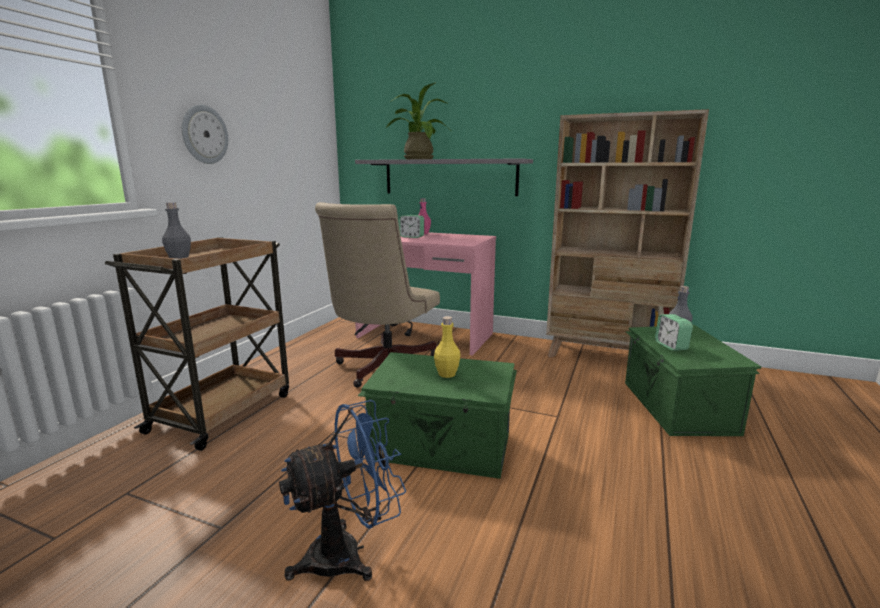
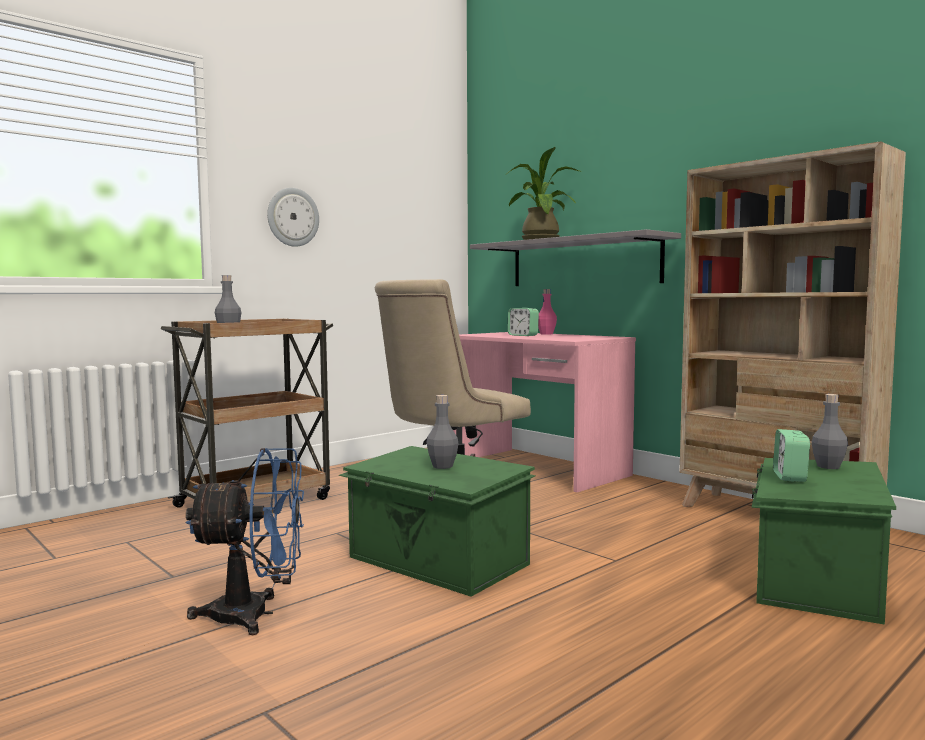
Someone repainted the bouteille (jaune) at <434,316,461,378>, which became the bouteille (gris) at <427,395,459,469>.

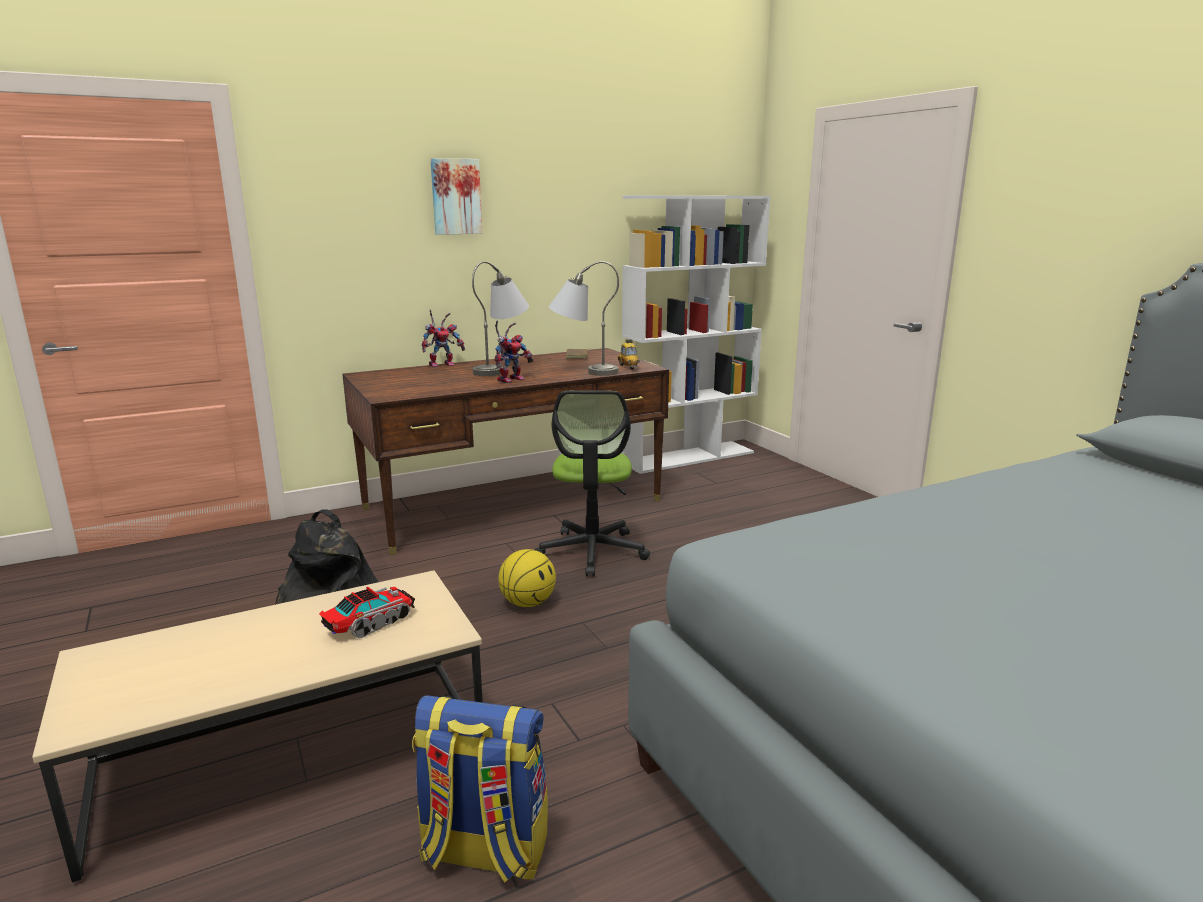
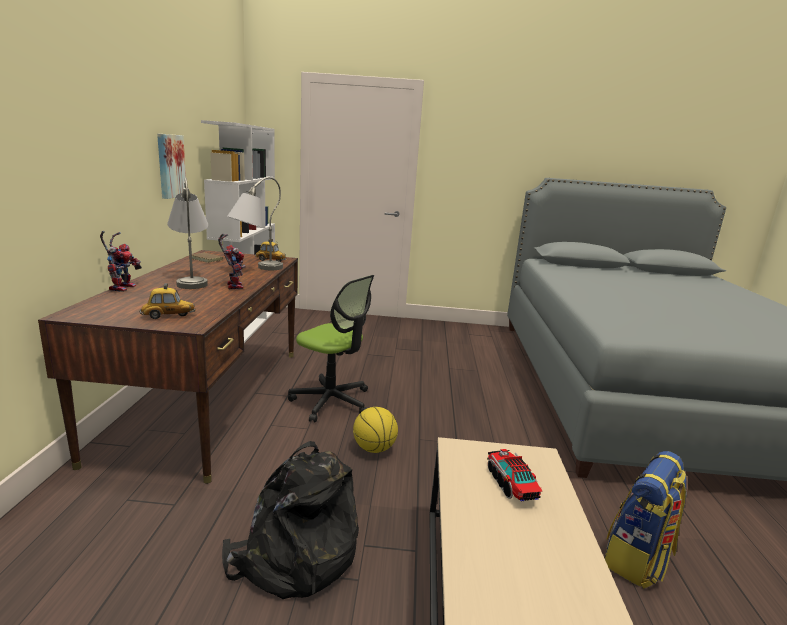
Someone put down the petite voiture at <140,283,195,319>.
Someone carried the tableau from <430,158,482,235> to <157,134,186,199>.

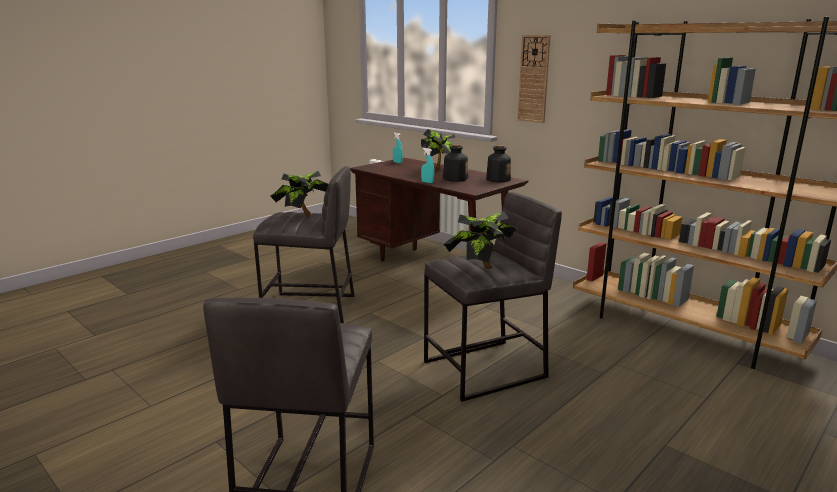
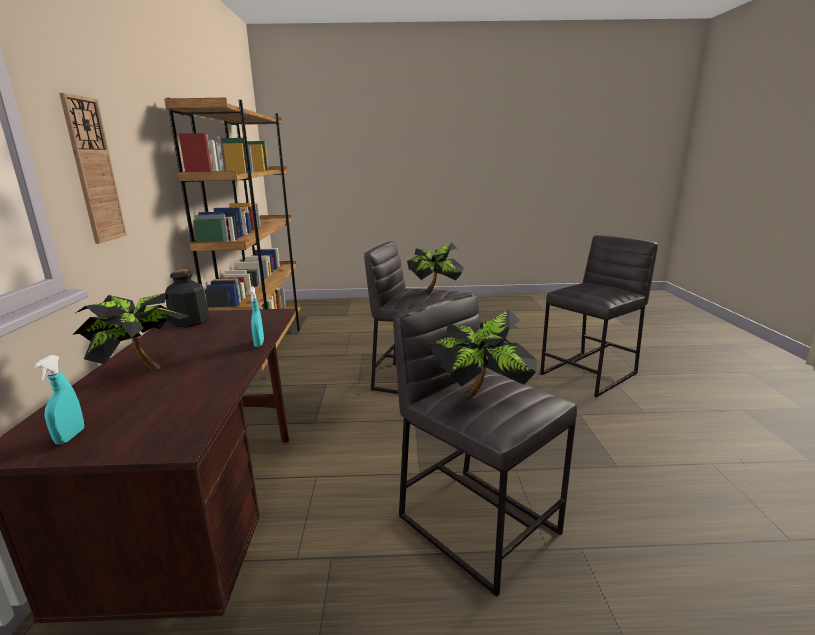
Someone took away the bouteille at <443,144,468,182>.

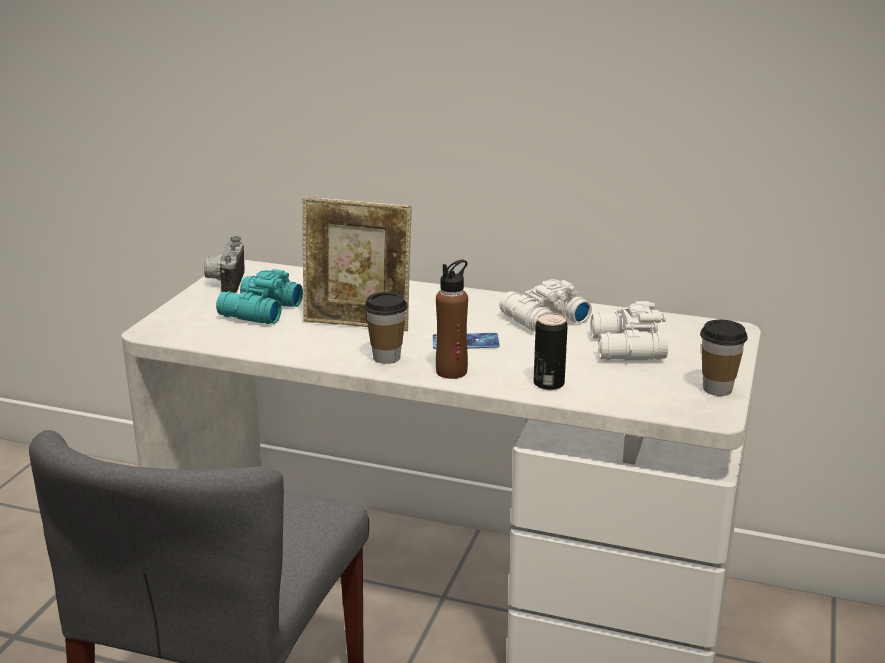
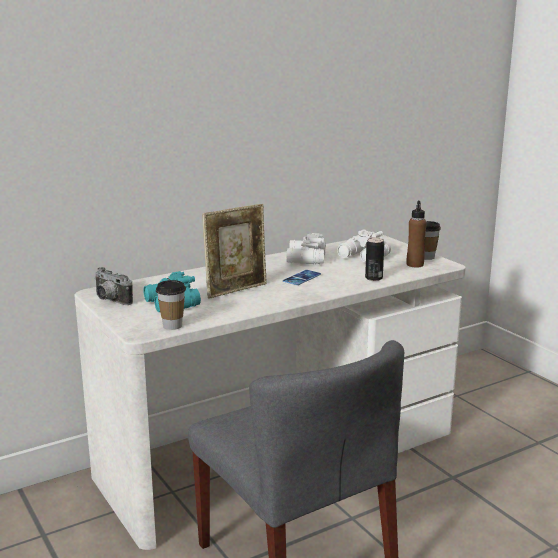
Someone carried the tasse from <364,292,408,364> to <156,280,186,330>.
Someone carried the bouteille (marron) from <436,259,468,379> to <406,201,427,267>.

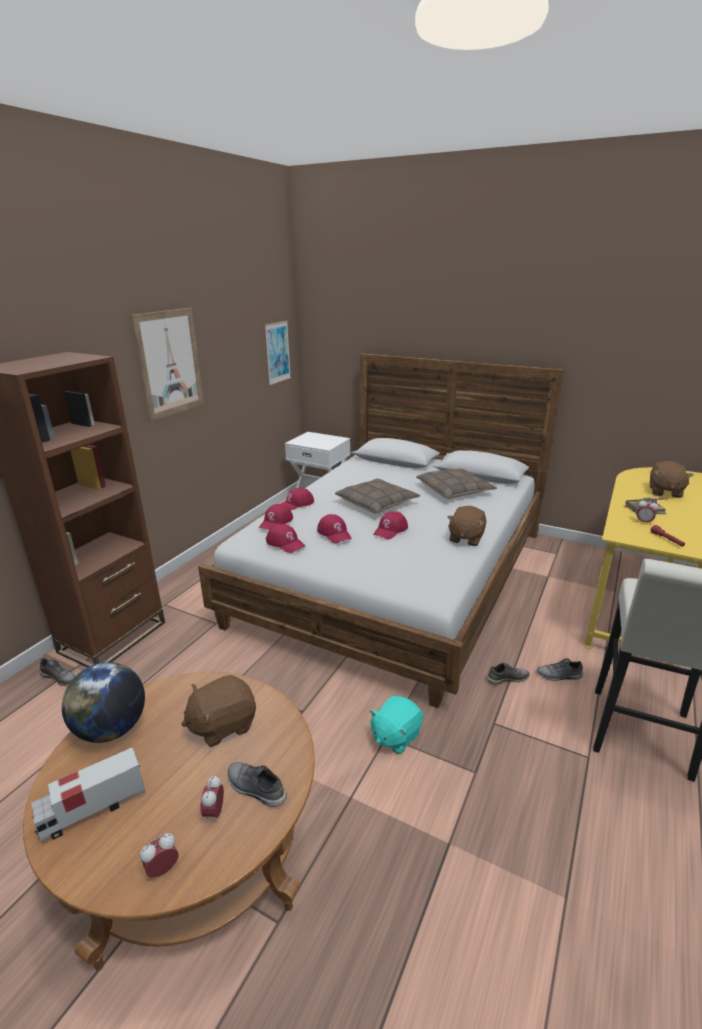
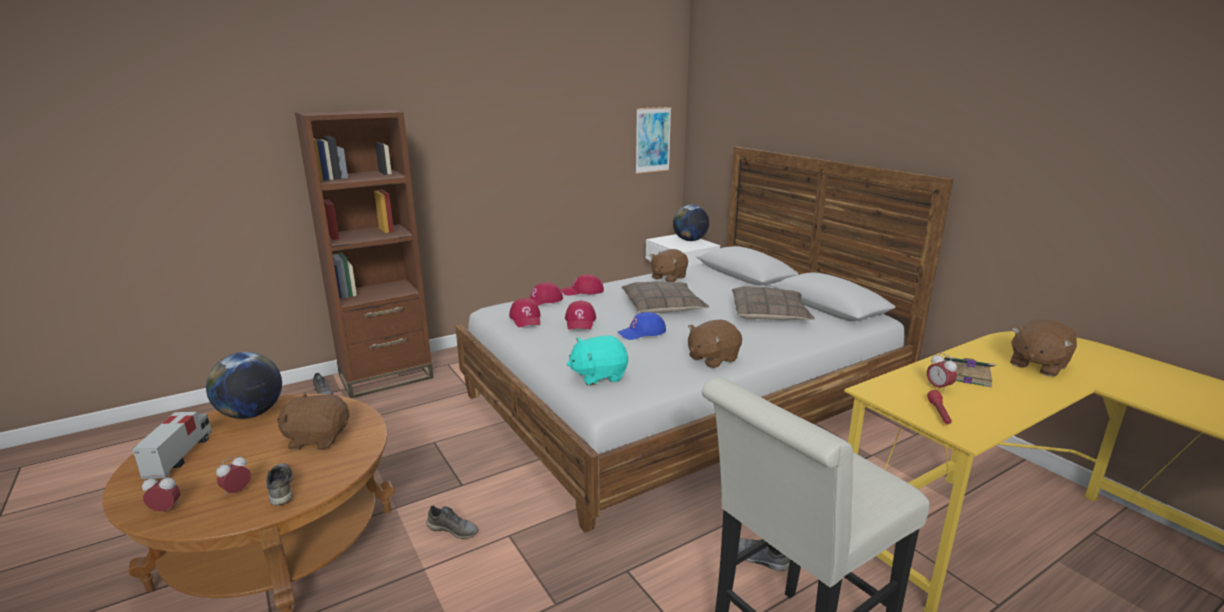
Someone took away the tableau at <130,308,204,422>.
Someone put down the peluche (marron) at <650,249,688,282>.
Someone put down the globe at <673,205,709,241>.
Someone carried the peluche (turquoise) from <370,696,423,754> to <567,335,628,386>.
Someone carried the chaussure (gris) from <486,663,530,685> to <426,506,478,539>.
Someone repainted the casquette (rouge) at <373,511,408,539>, which became the casquette (bleu) at <618,312,666,340>.
Someone rotated the camion jouet at <31,748,145,842> by 90 degrees clockwise.

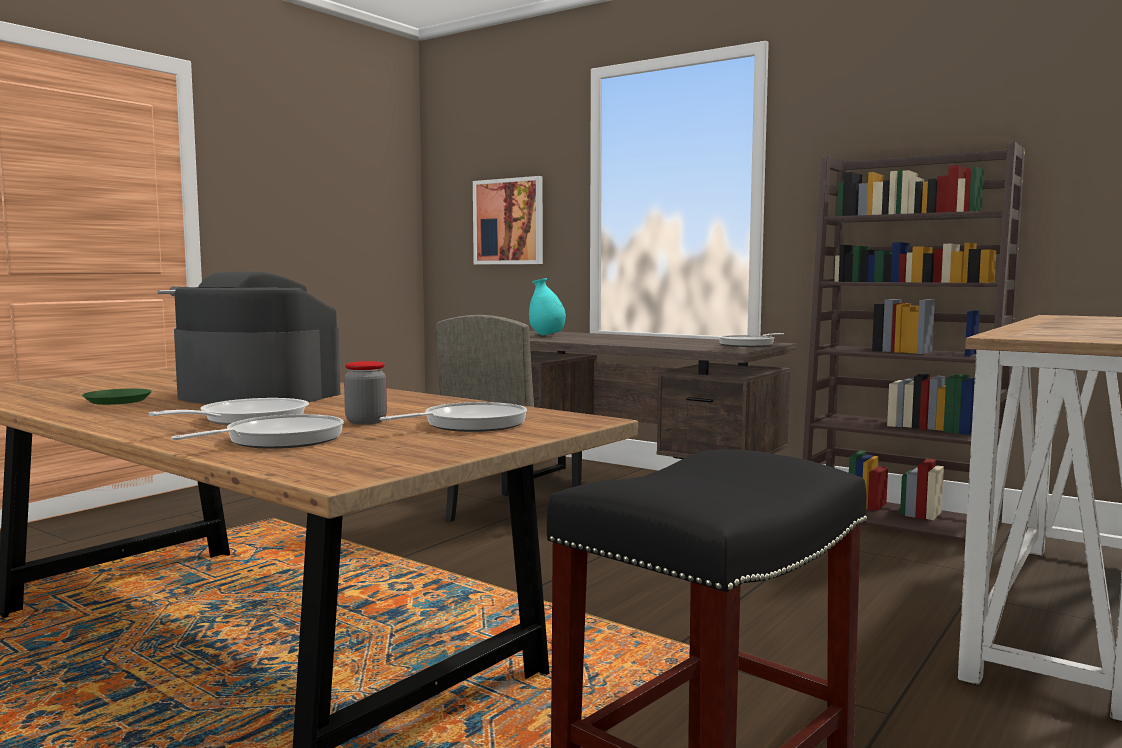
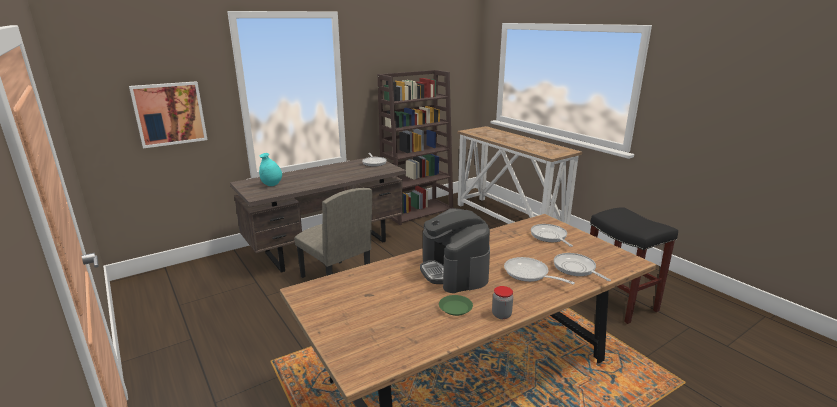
Someone carried the bocal from <344,361,387,425> to <492,286,513,319>.
Someone rotated the machine à café at <174,272,341,404> by 60 degrees counterclockwise.

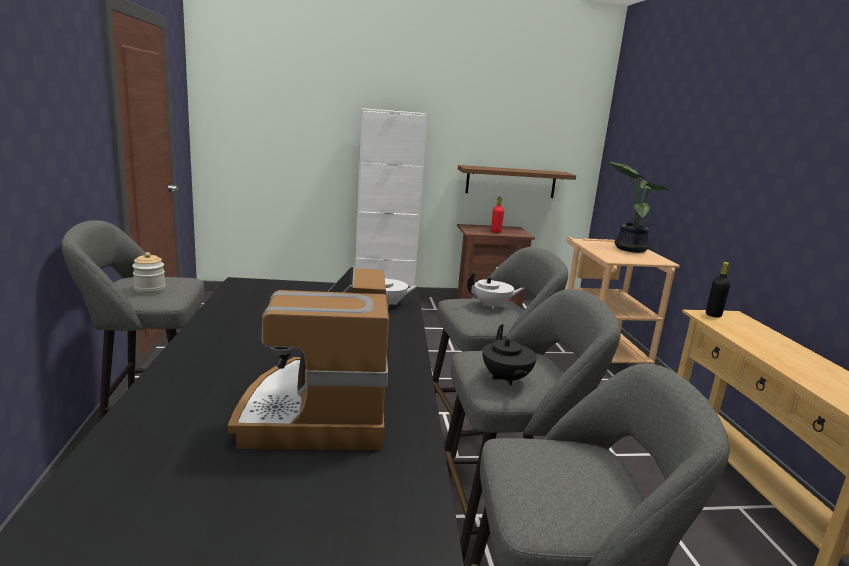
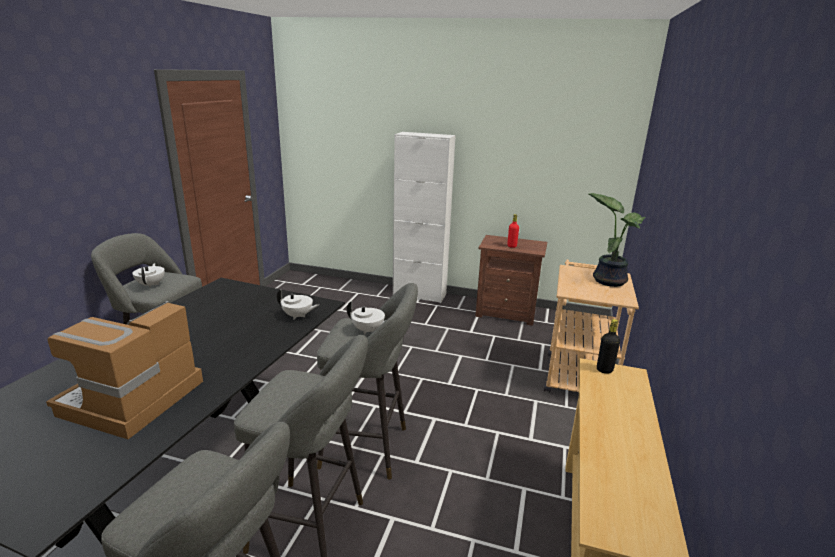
Someone took away the étagère (marron) at <458,165,576,198>.
Someone took away the théière (noir) at <483,324,537,386>.
Someone swapped the bocal at <132,252,166,294> for the théière (blanc) at <132,263,165,288>.

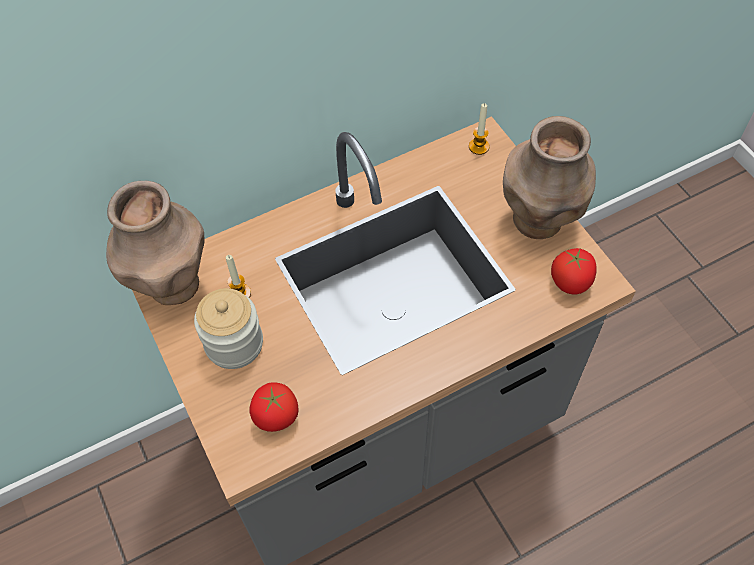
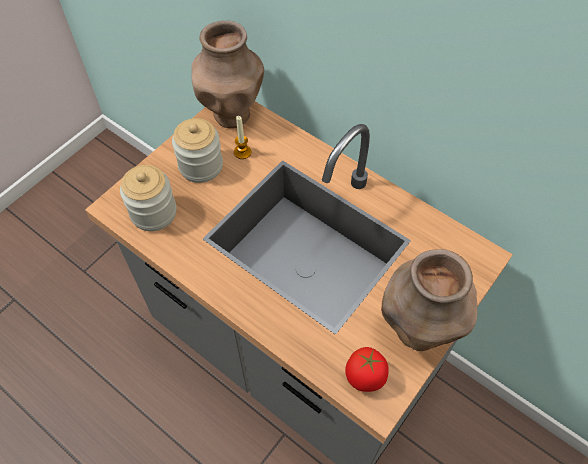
Someone took away the bougie at <469,103,490,155>.
Someone swapped the tomate at <249,382,299,432> for the bocal at <120,165,176,231>.

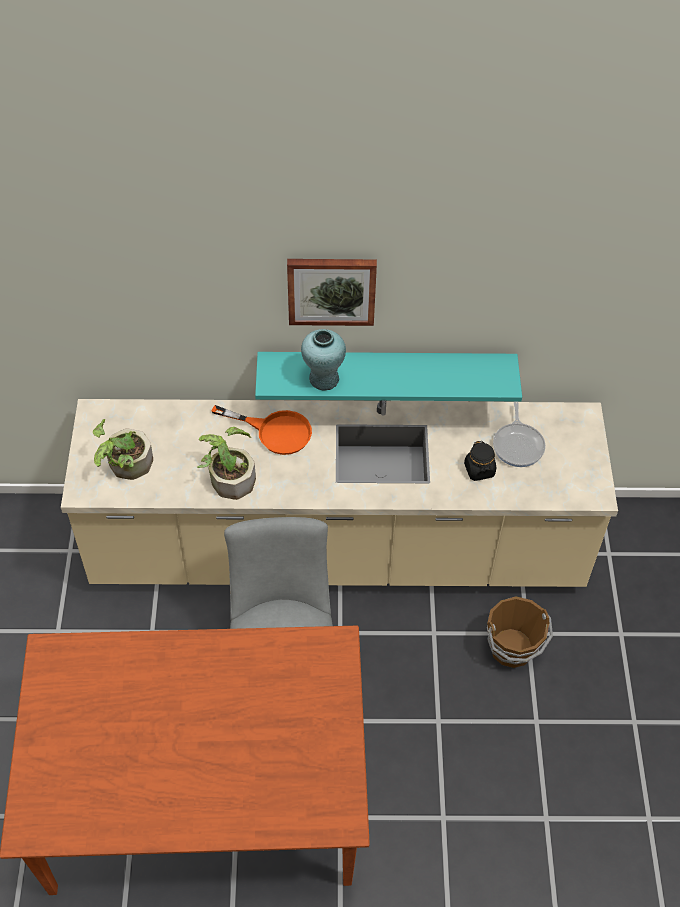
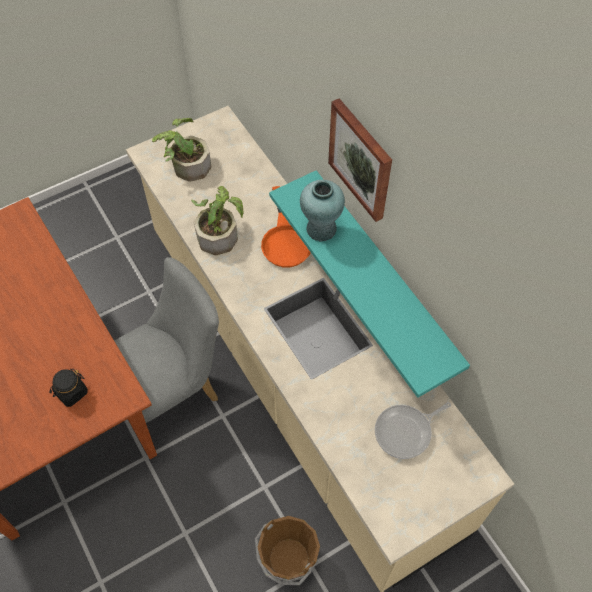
Someone carried the bocal (noir) from <464,441,496,481> to <49,369,88,407>.

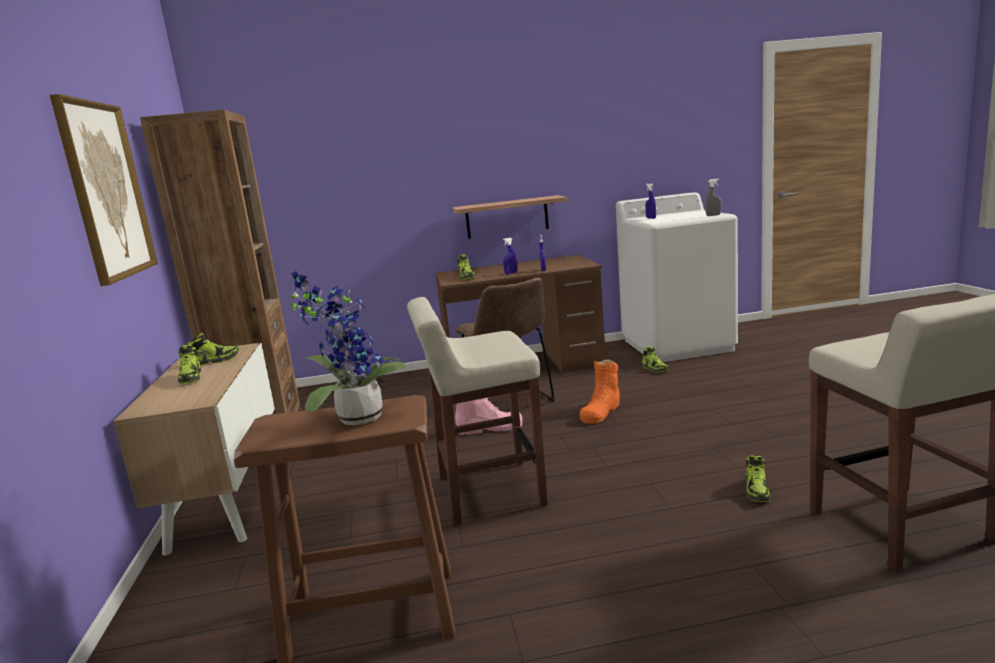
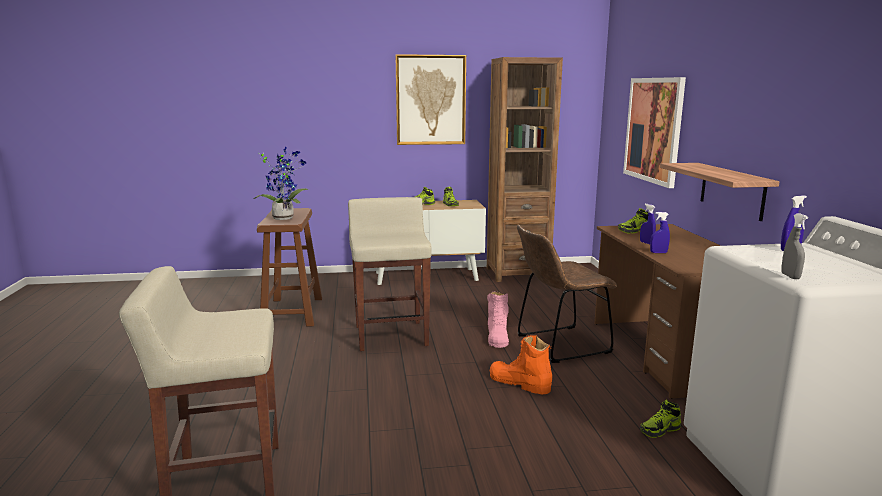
Someone took away the chaussure at <745,455,771,502>.
Someone put up the tableau at <623,77,686,188>.

